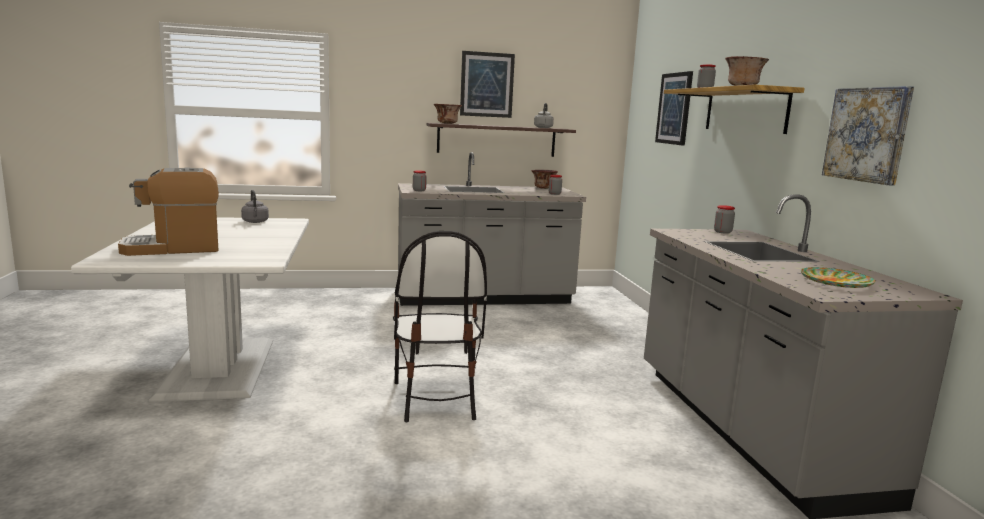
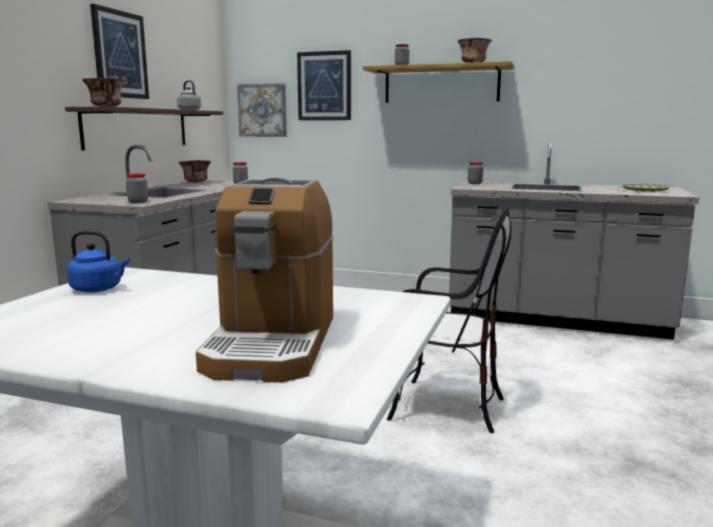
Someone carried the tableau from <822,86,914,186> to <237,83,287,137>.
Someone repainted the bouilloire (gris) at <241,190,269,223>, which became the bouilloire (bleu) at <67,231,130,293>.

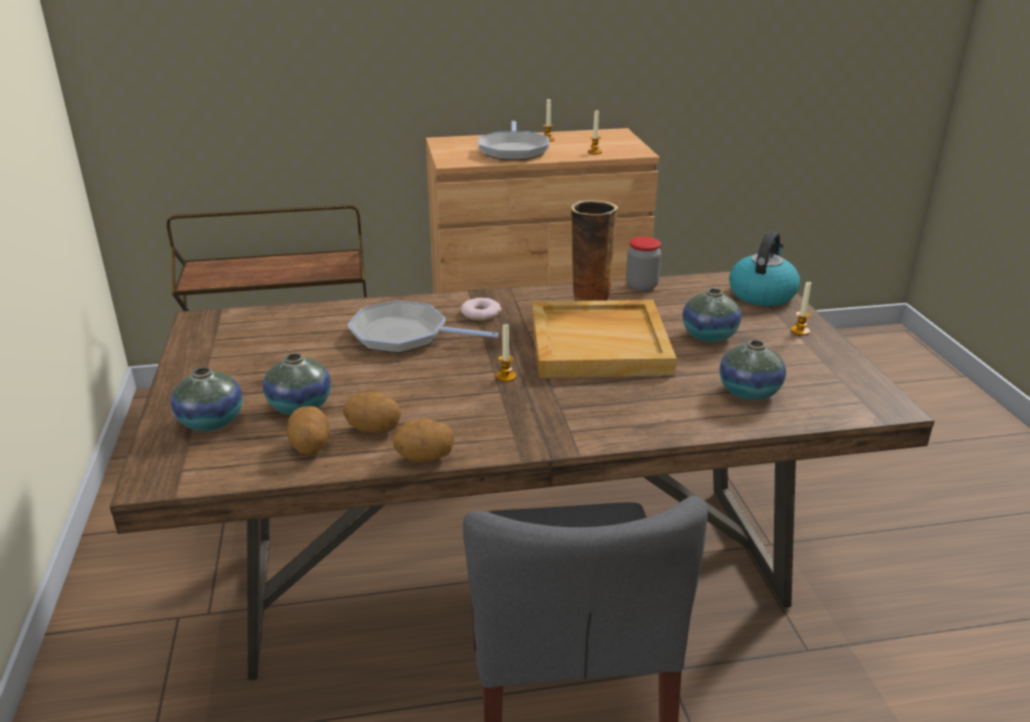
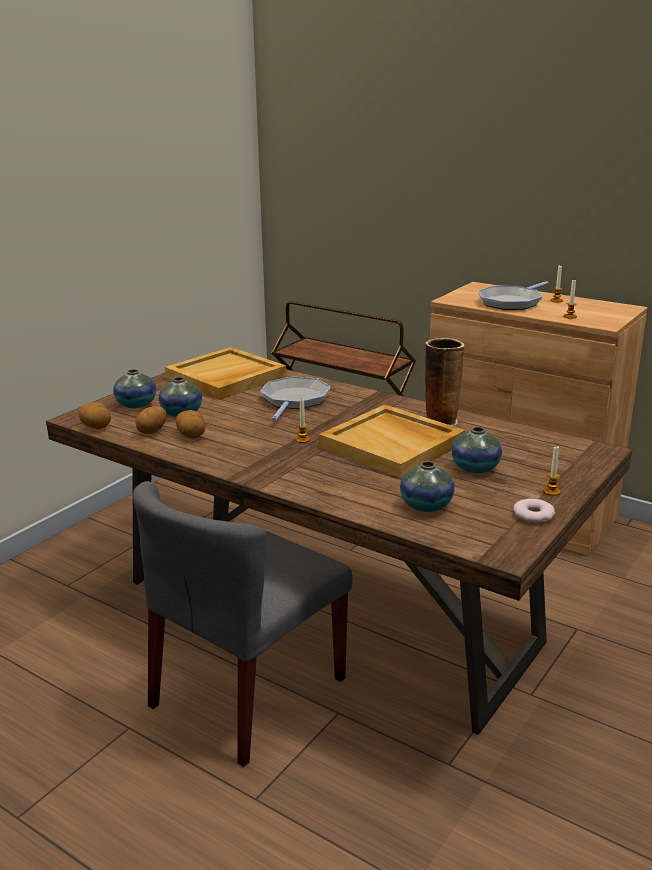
Someone took away the bocal at <626,237,661,291>.
Someone took away the bouilloire at <729,231,800,306>.
Someone put down the plateau (beige) at <165,347,286,400>.
Someone carried the pomme de terre from <393,418,454,462> to <78,402,111,429>.
Someone carried the beignet from <461,298,501,321> to <513,498,555,523>.
Someone rotated the poêle at <347,301,499,353> by 45 degrees clockwise.

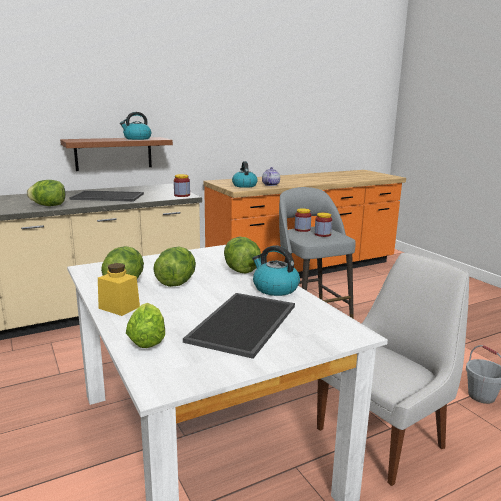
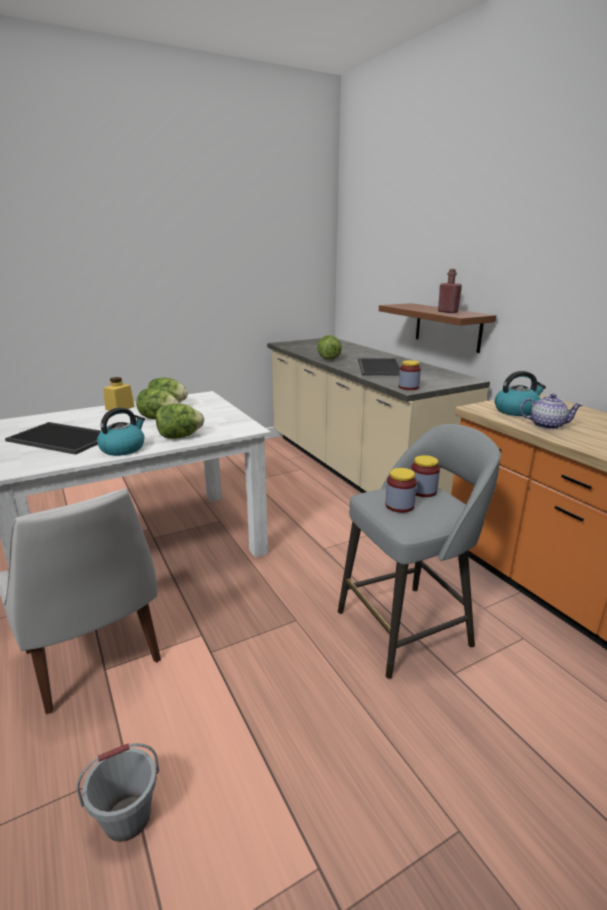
Someone took away the laitue at <126,303,165,348>.
Someone swapped the bouilloire at <120,112,151,140> for the bouteille (rouge) at <438,269,462,313>.

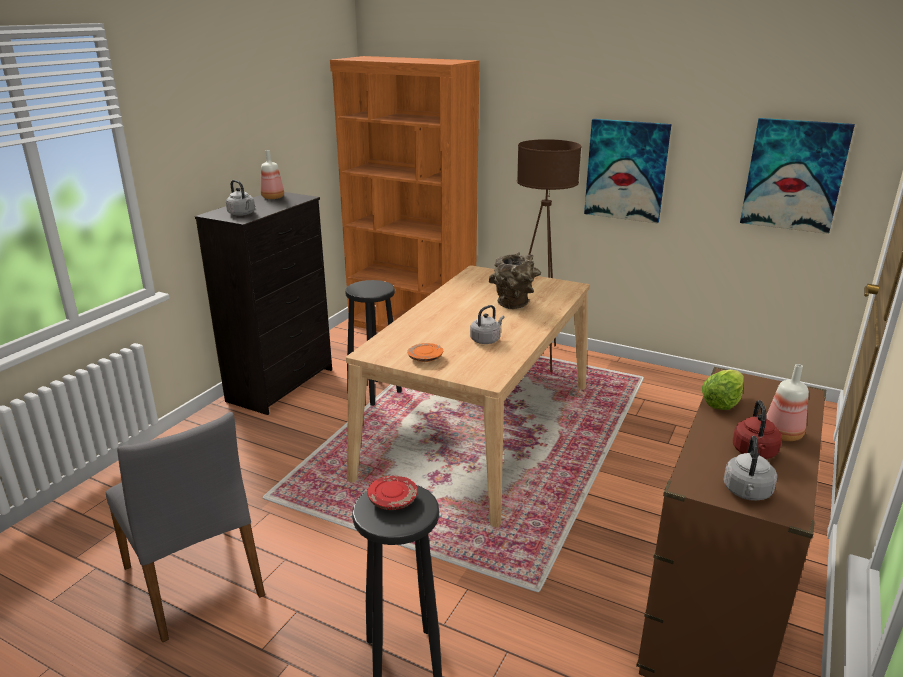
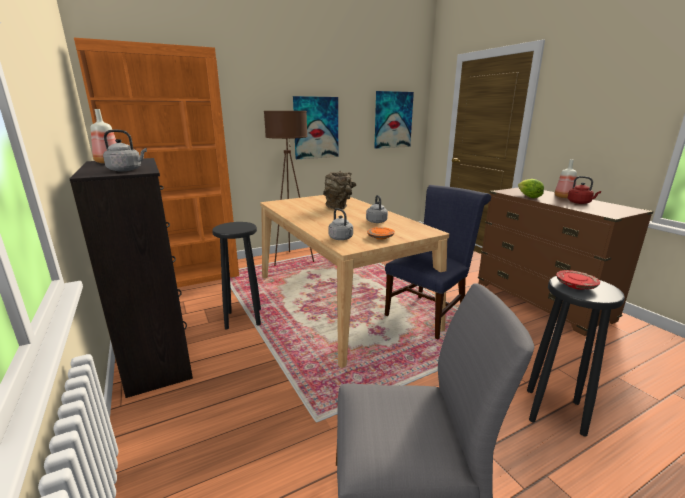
Someone put down the chaise (bleu) at <385,185,491,340>.
Someone carried the bouilloire (gris) from <723,436,777,501> to <328,208,353,240>.

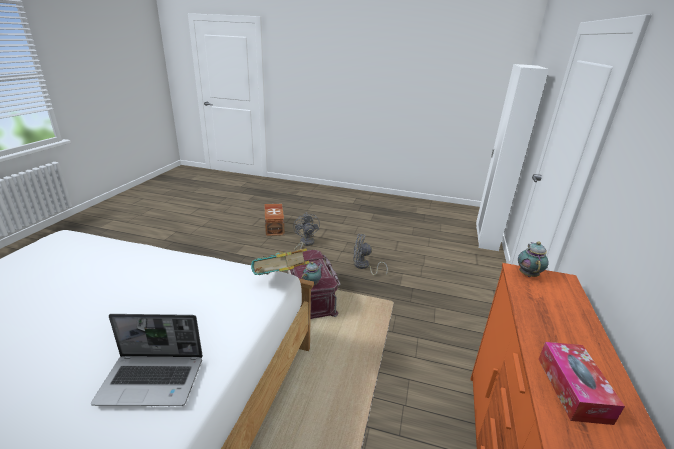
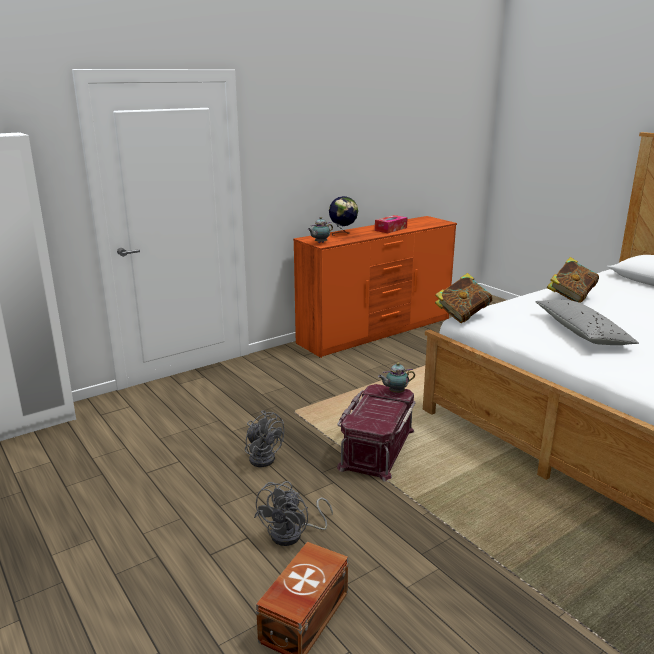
Someone put down the globe at <329,196,358,236>.
Someone put down the coussin (gris) at <535,299,639,345>.
Someone swapped the ordinateur portable at <91,314,203,406> for the livre at <547,257,599,303>.

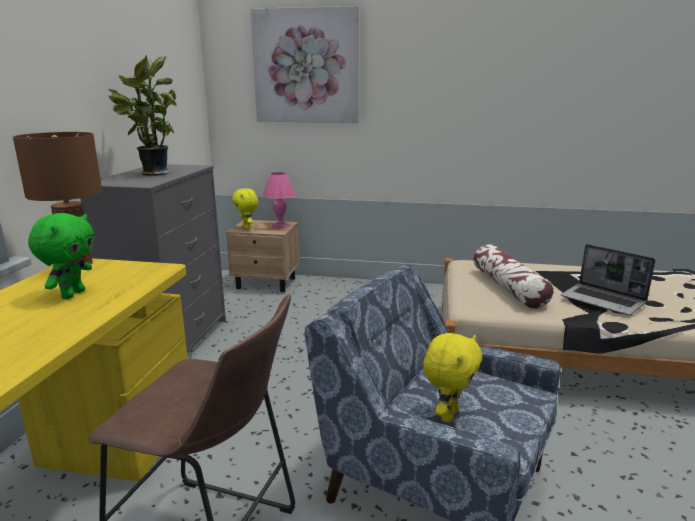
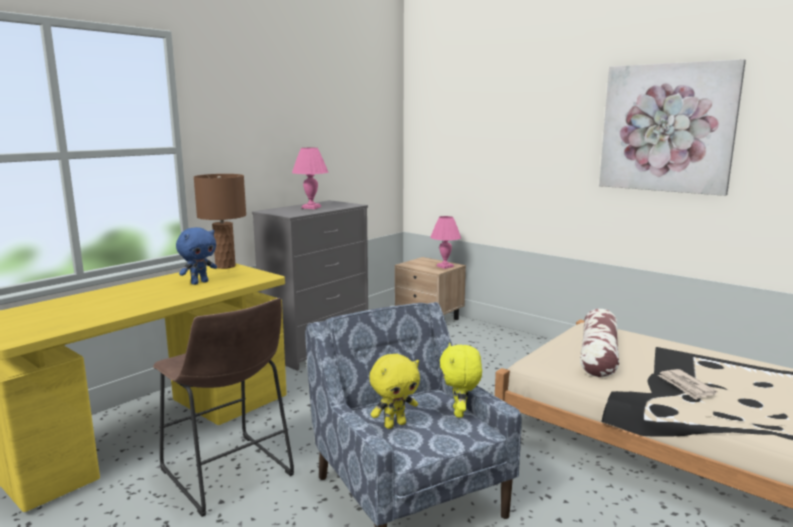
Someone carried the peluche (jaune) from <232,188,258,230> to <440,343,482,418>.
Someone carried the tableau from <251,6,359,123> to <599,59,746,196>.
Someone swapped the plante en pot at <109,55,177,176> for the lampe de table (rose) at <292,148,328,209>.
Someone swapped the ordinateur portable at <561,244,655,315> for the journal at <658,369,718,400>.
Someone repainted the peluche (vert) at <28,213,94,299>, which became the peluche (bleu) at <176,227,217,285>.

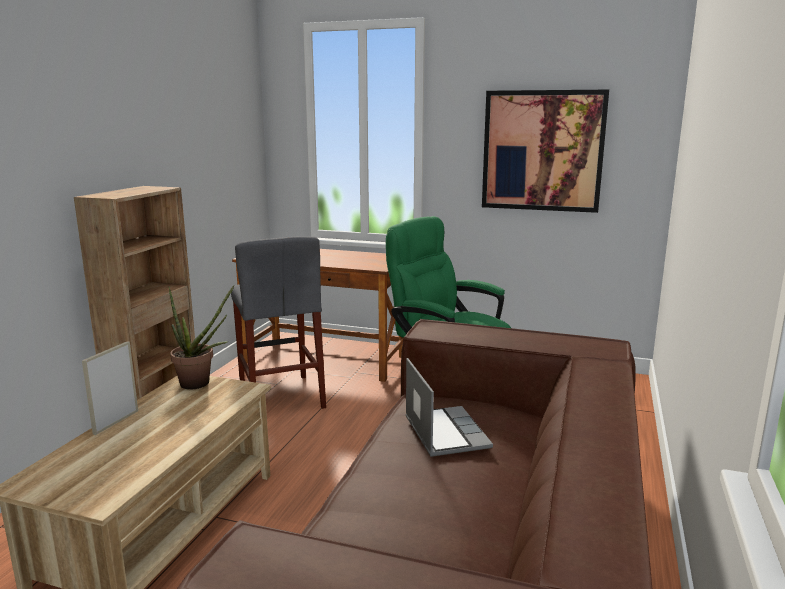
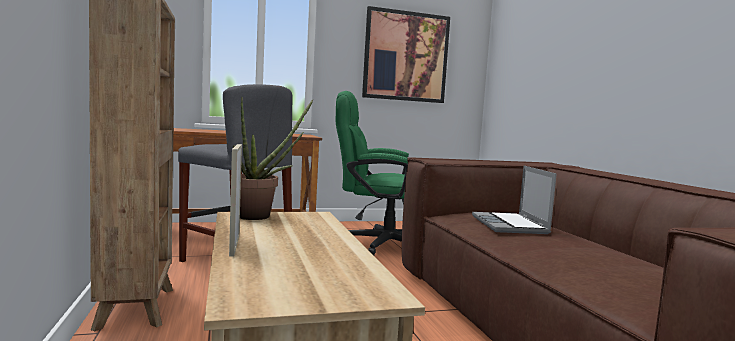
Someone rotated the ordinateur portable at <406,358,493,457> by 135 degrees counterclockwise.

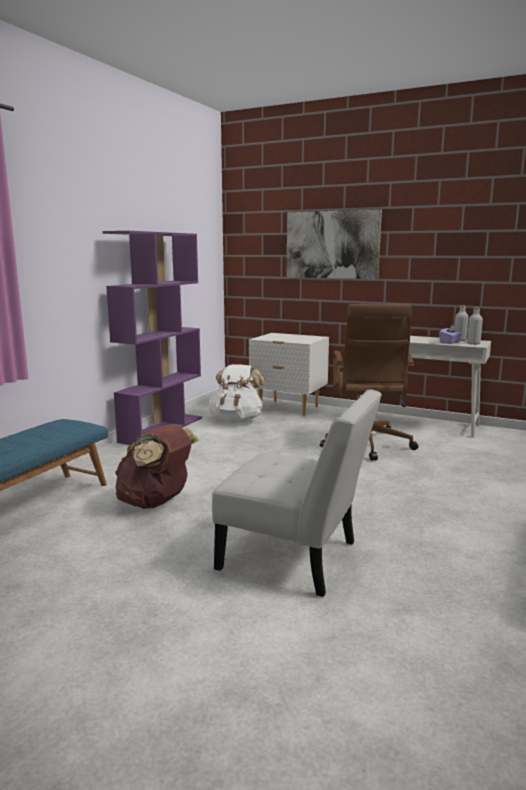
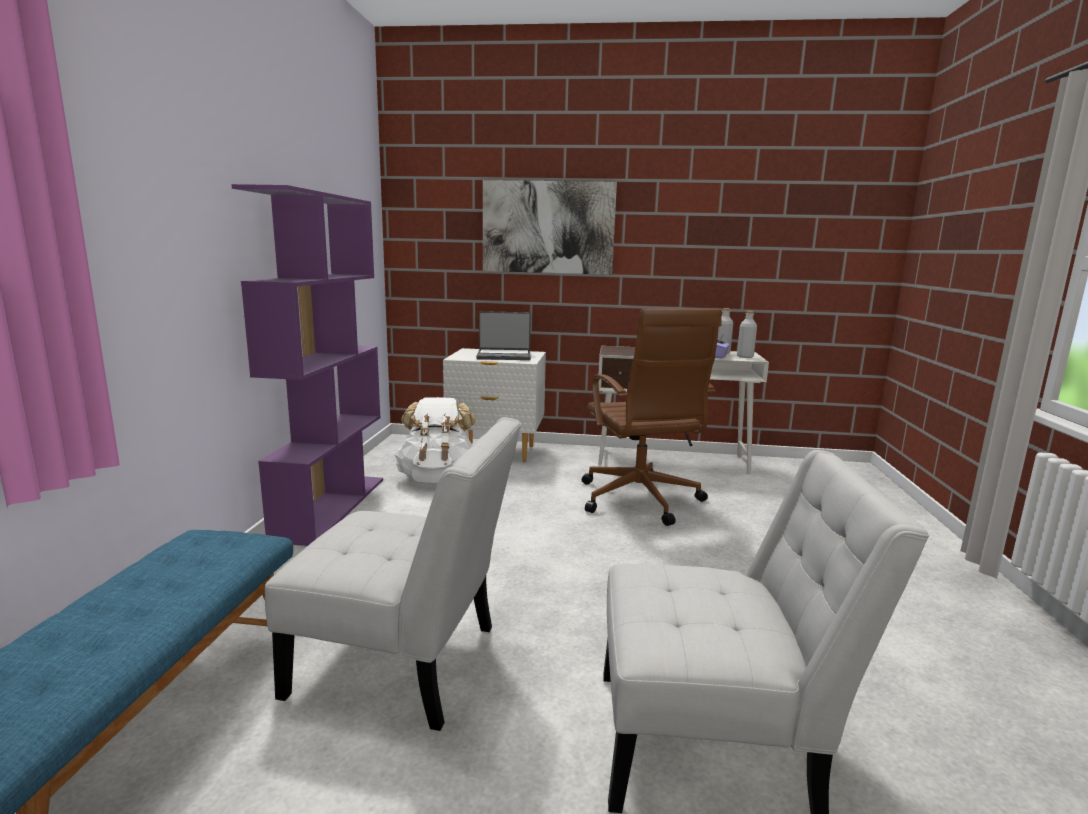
Someone put down the ordinateur portable at <476,311,531,360>.
Someone swapped the sac à dos (marron) at <115,424,199,509> for the chaise (blanc) at <265,417,521,731>.

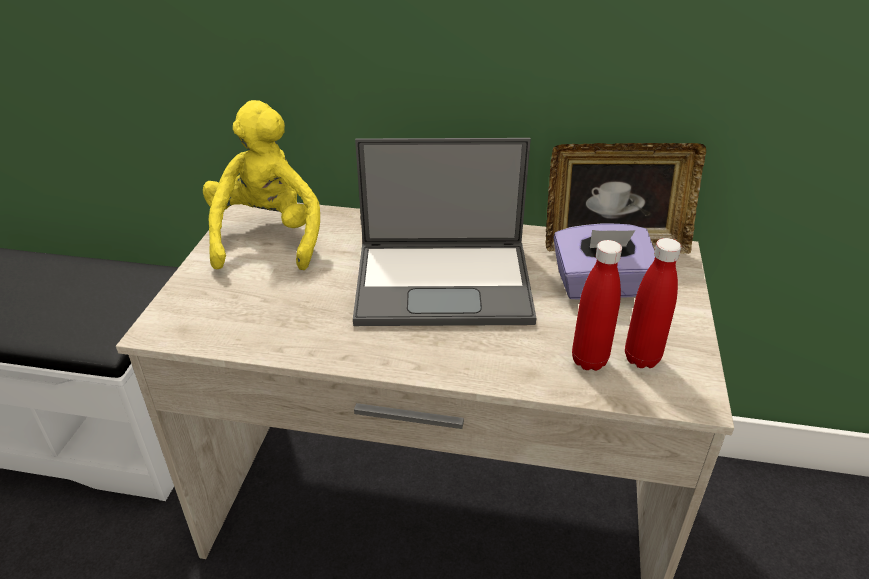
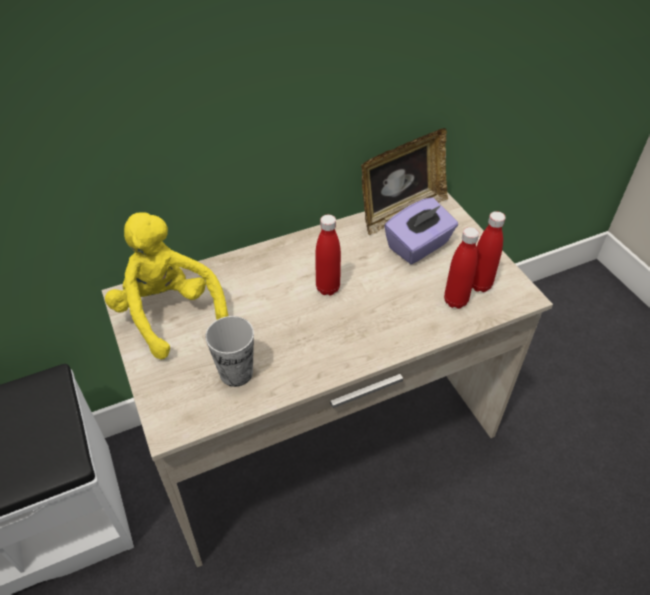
Someone put down the tasse at <205,316,254,387>.
Someone swapped the ordinateur portable at <353,138,536,326> for the bouteille (rouge) at <315,215,341,295>.

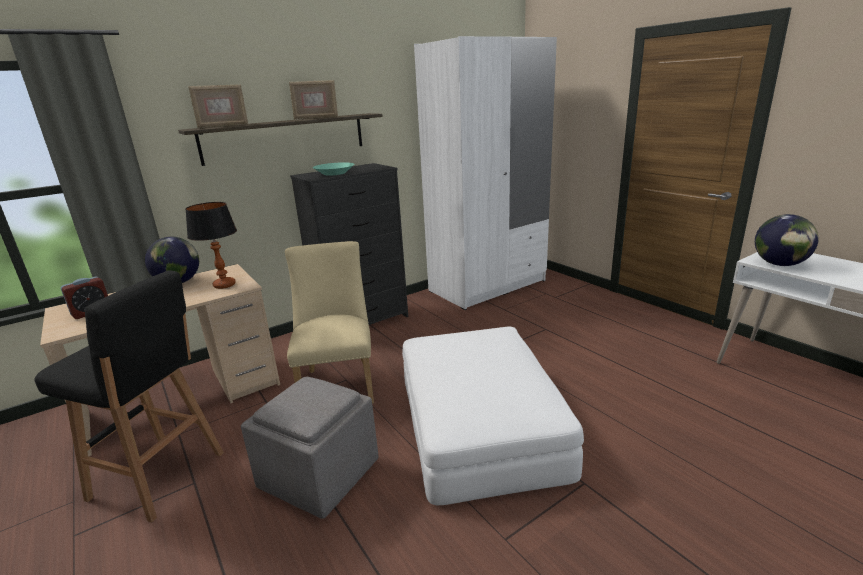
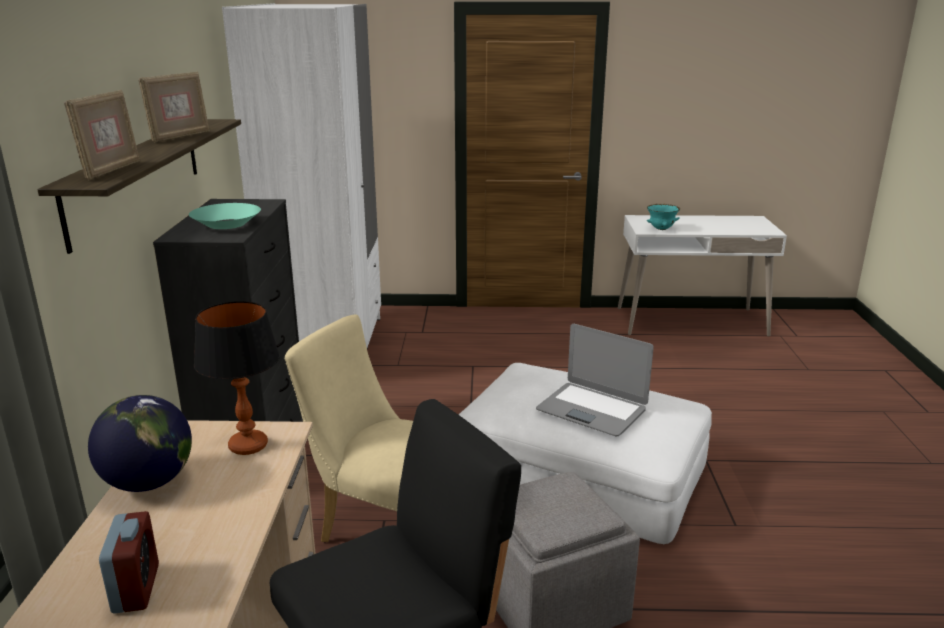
Someone put down the ordinateur portable at <536,324,654,436>.
Someone swapped the globe at <755,214,819,266> for the bol (turquoise) at <647,204,680,230>.

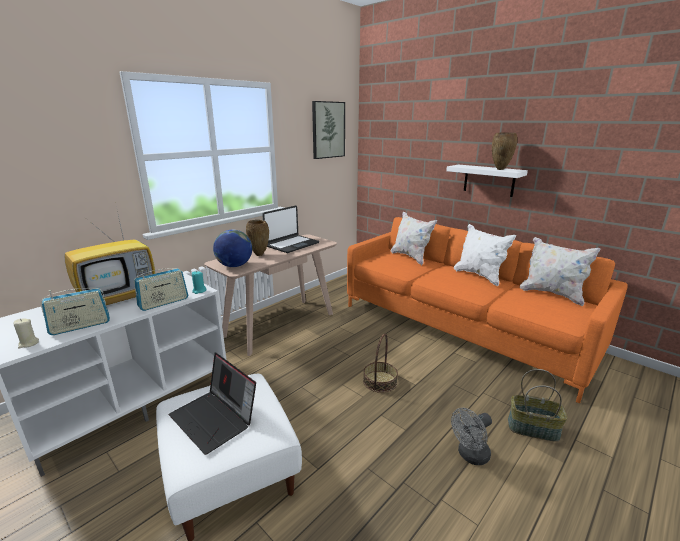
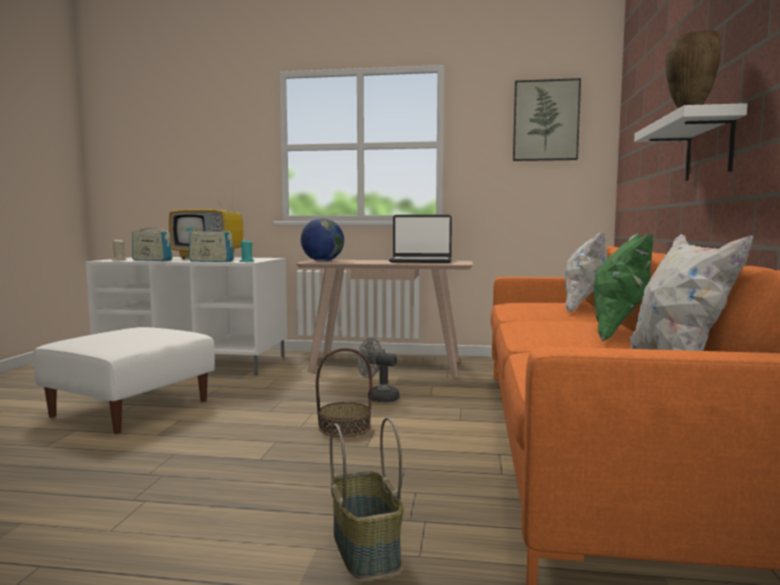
Someone took away the ordinateur portable at <169,353,256,455>.
Someone took away the vase (marron) at <246,220,269,256>.
Someone carried the ventilateur (gris) from <451,408,492,465> to <357,337,399,402>.
Someone repainted the coussin (blanc) at <454,224,516,286>, which became the coussin (vert) at <594,233,653,341>.

